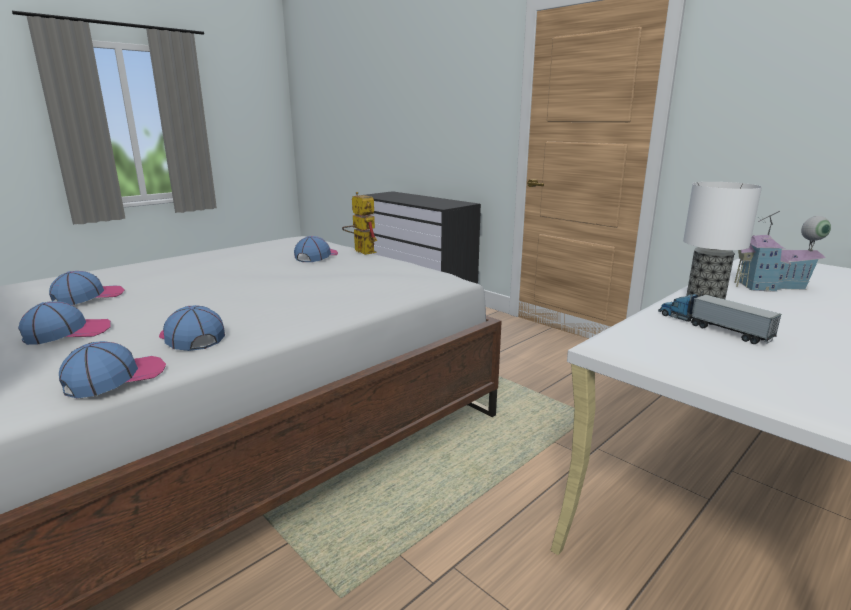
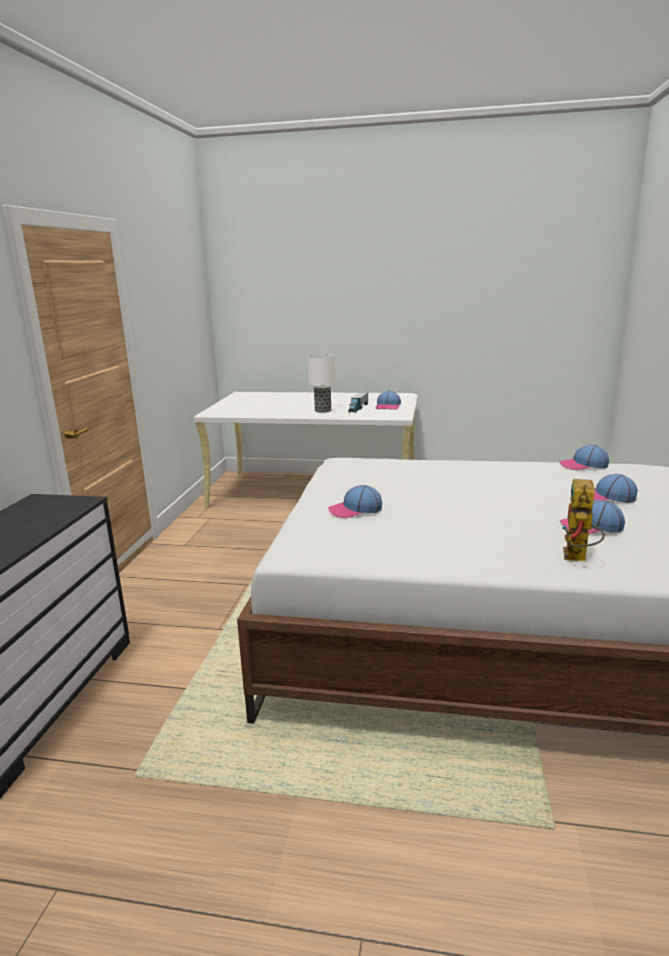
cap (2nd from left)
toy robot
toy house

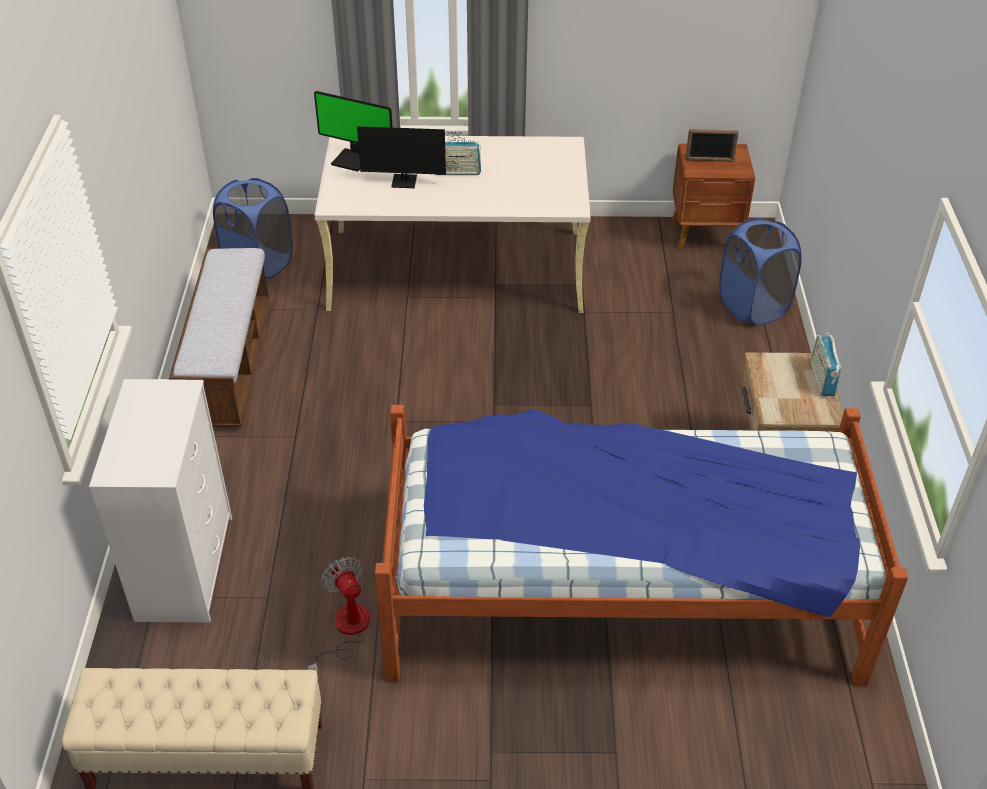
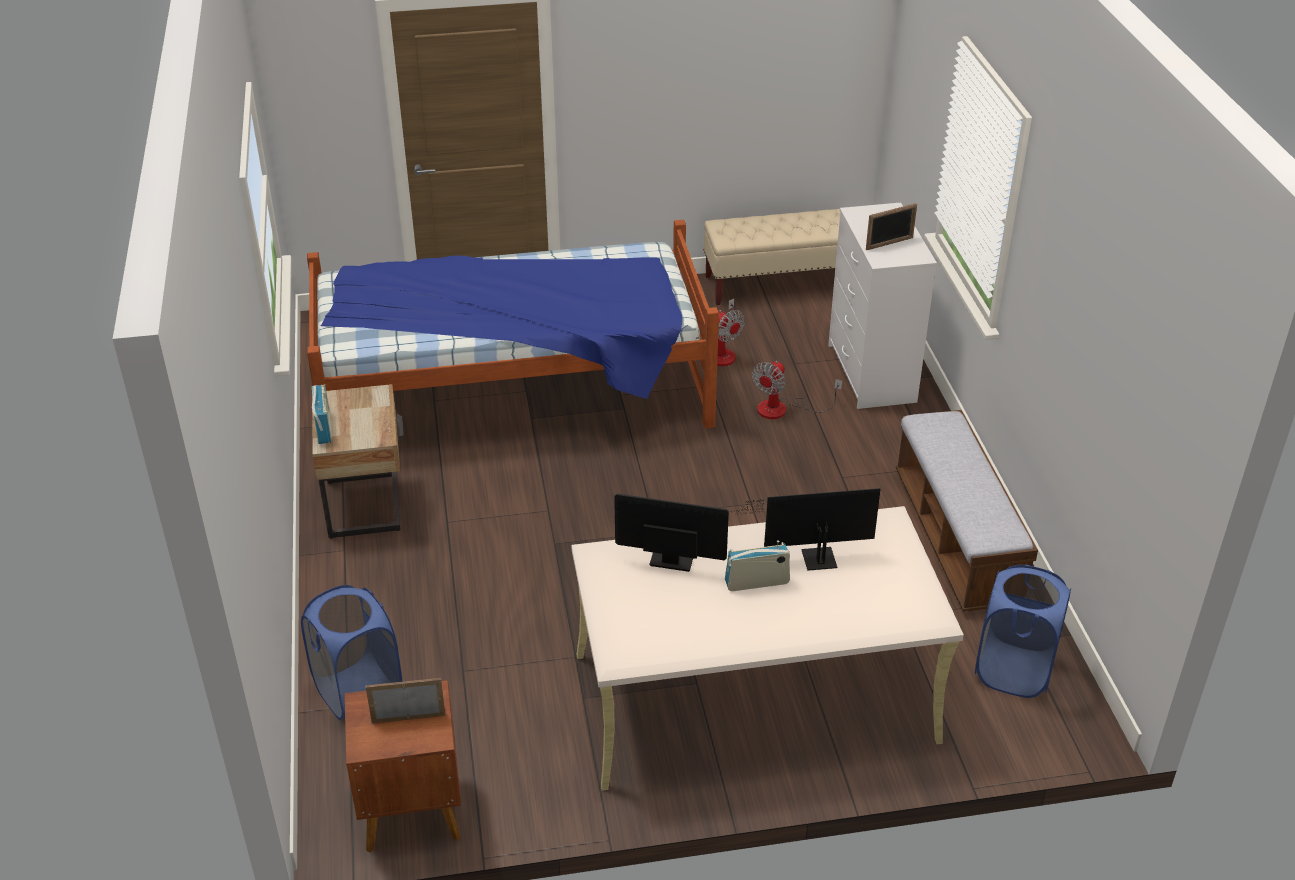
monitor (1st from left)
fan (2nd from left)
picture frame (2nd from left)

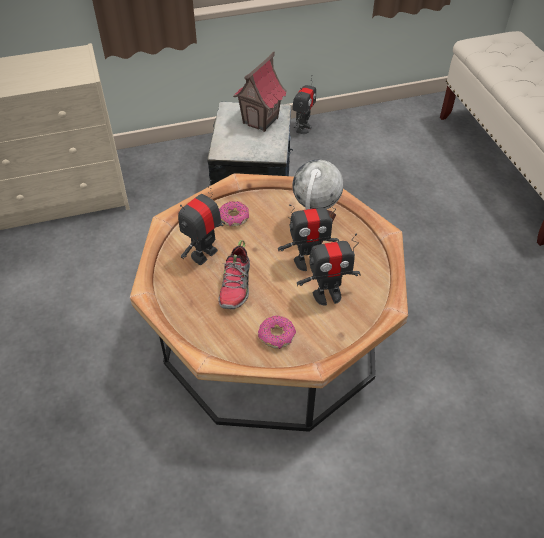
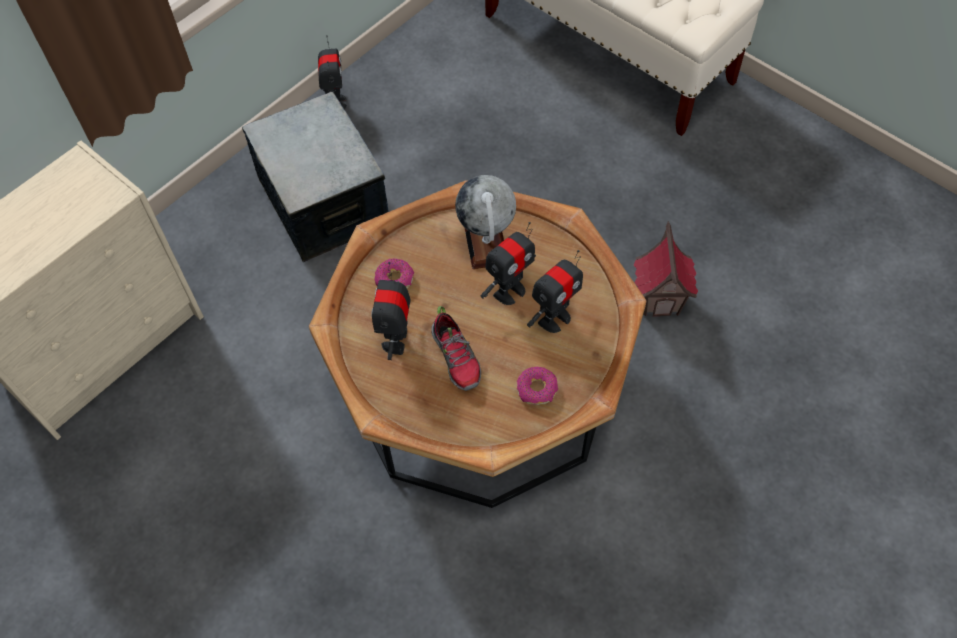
toy house

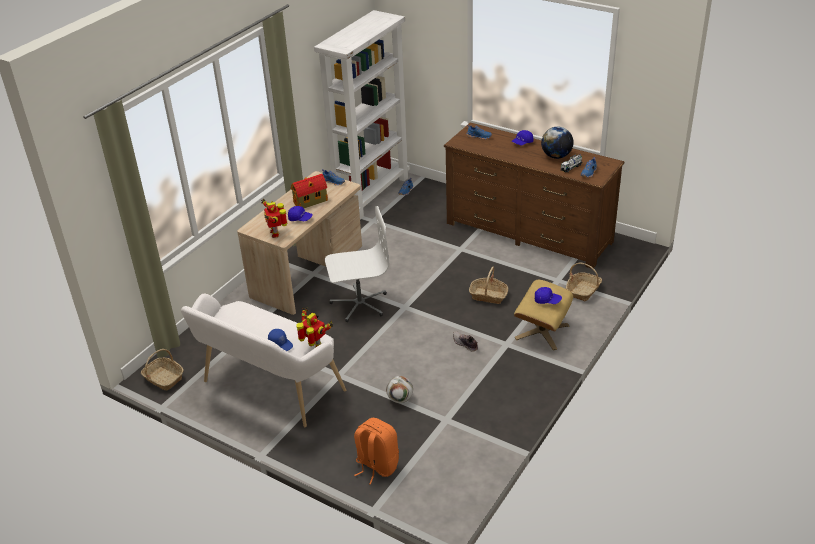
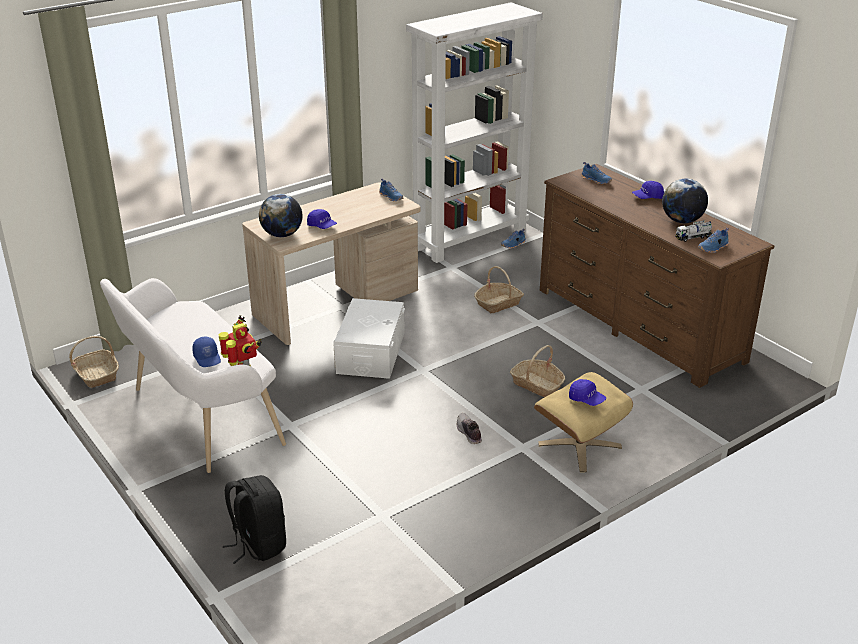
globe (1st from left)
toy house
white storage box
black backpack
football
basket (2nd from left)

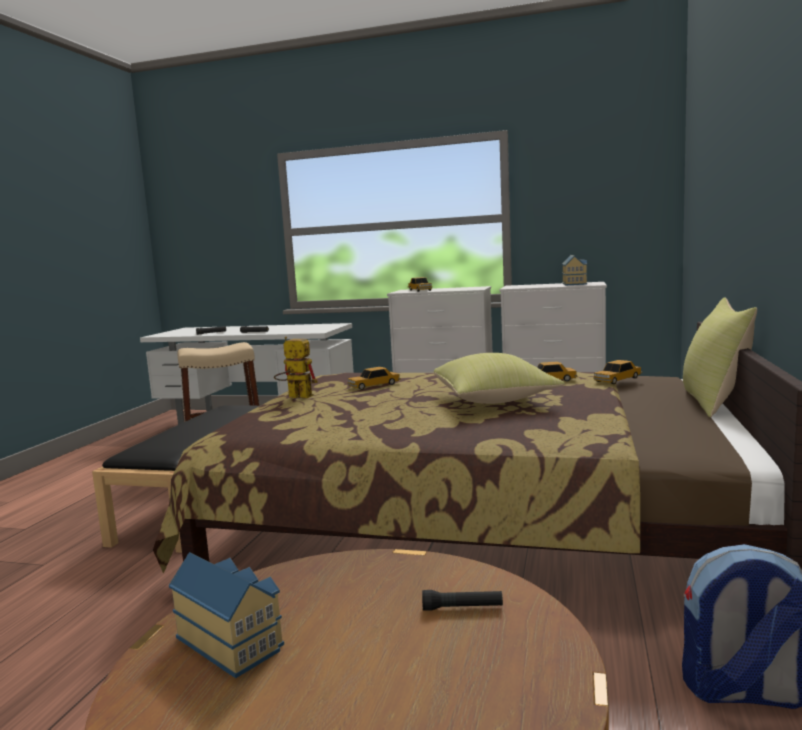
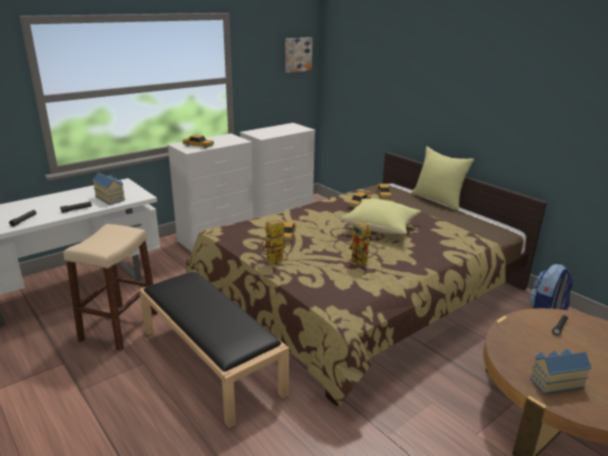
toy house (1st from left)
picture
toy robot (2nd from left)

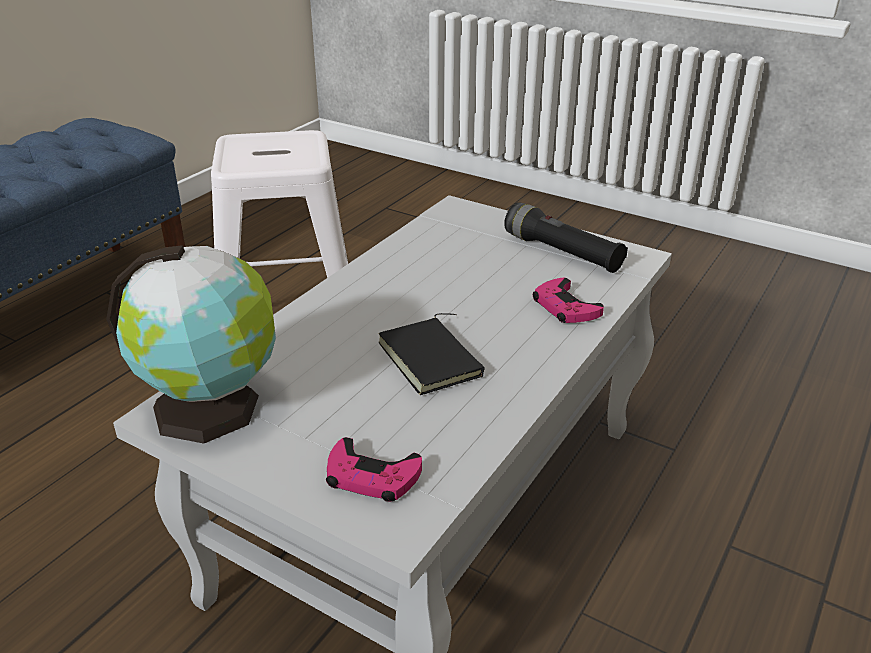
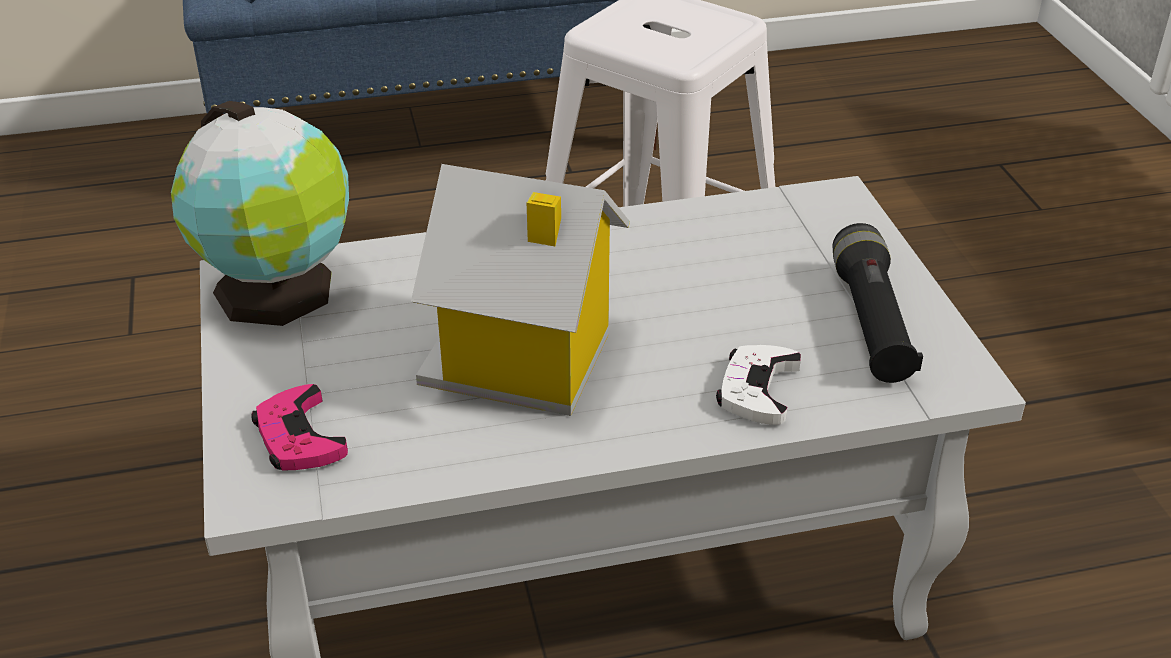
toy house
white game controller

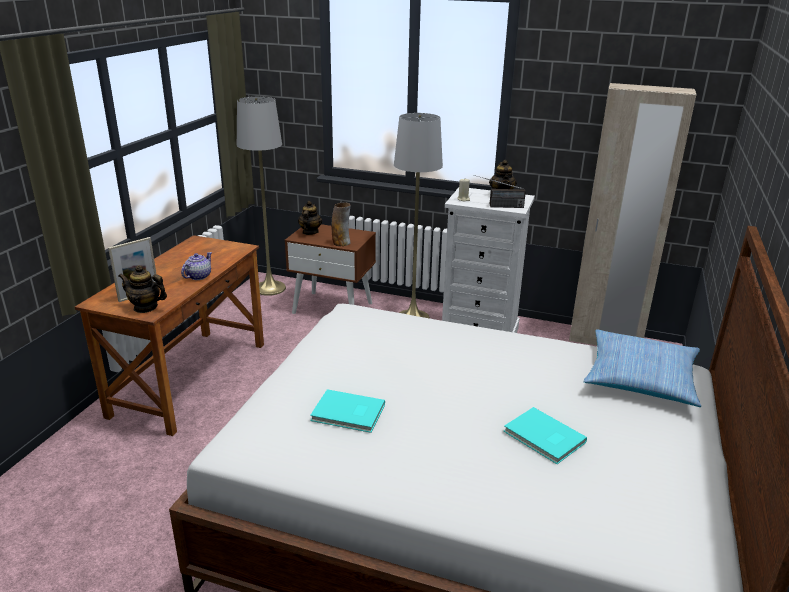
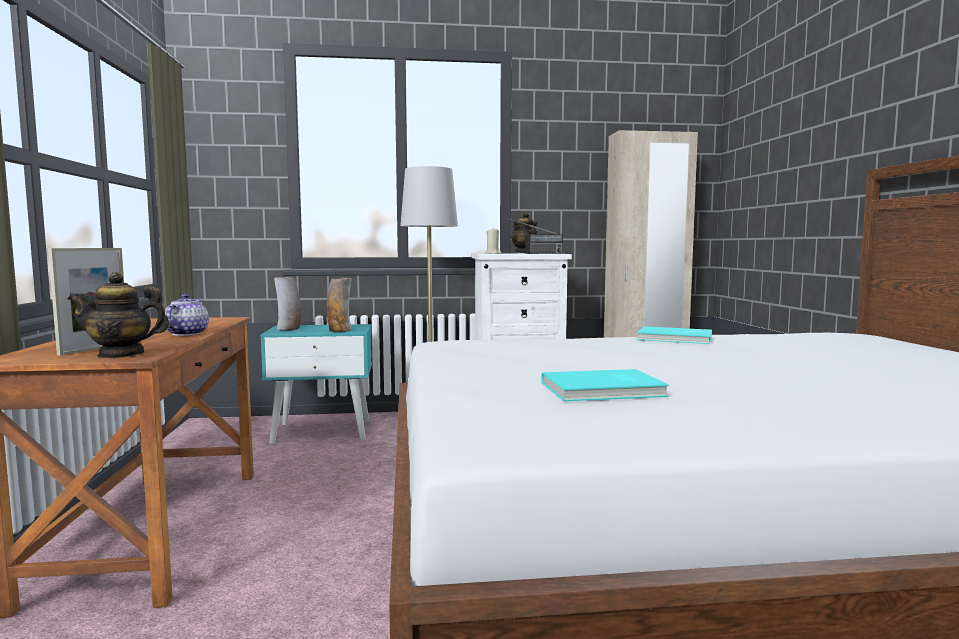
grey floor lamp (1st from left in the first image)
turquoise nightstand
vase (1st from left)
turquoise book (2nd from left)
pillow

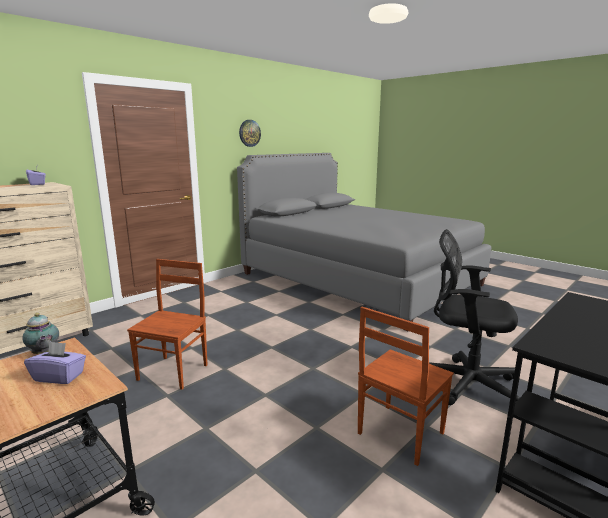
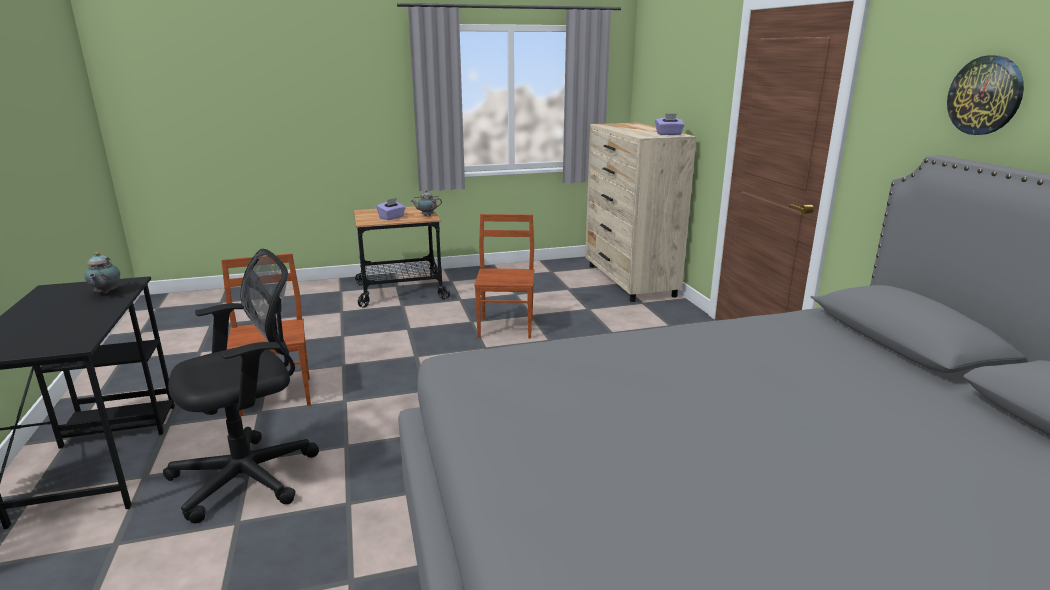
brown chair (2nd from left)
teapot (1st from left)

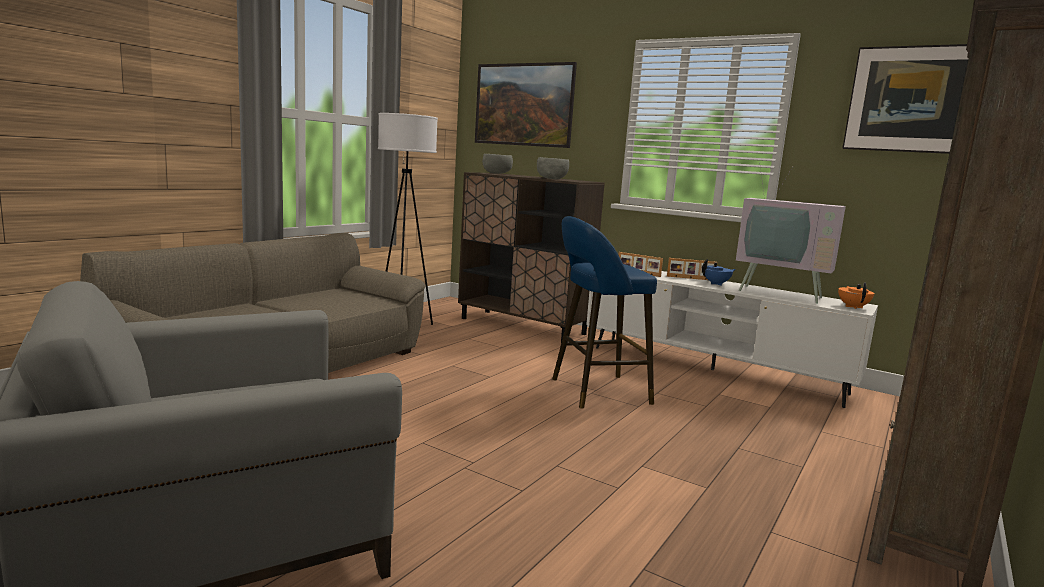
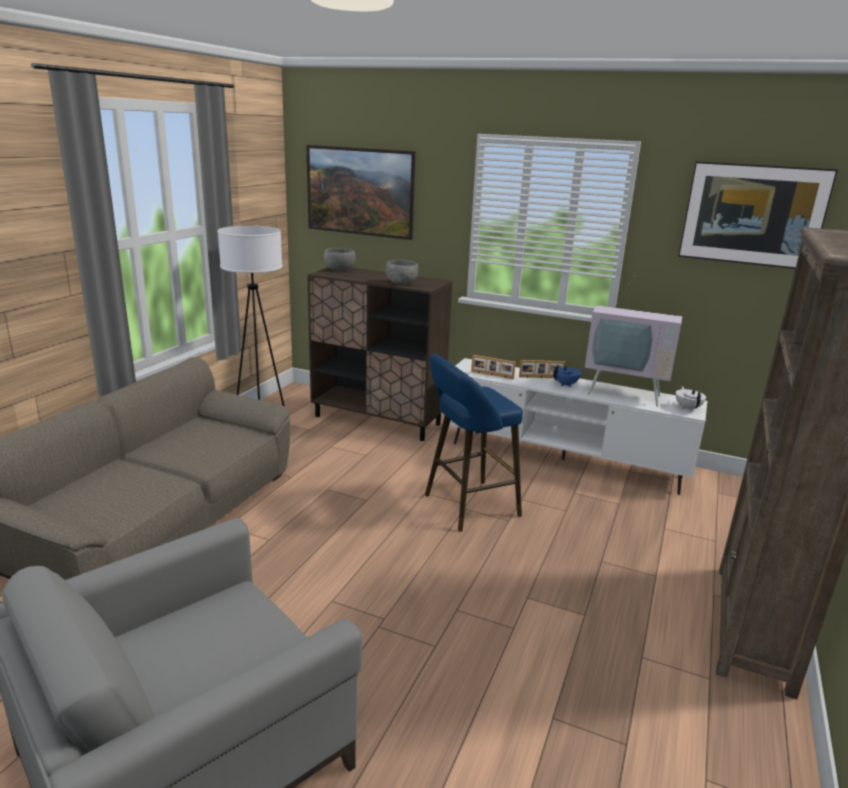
white teapot

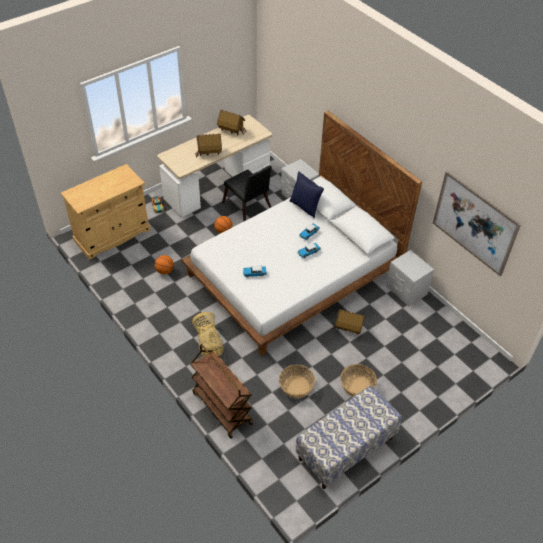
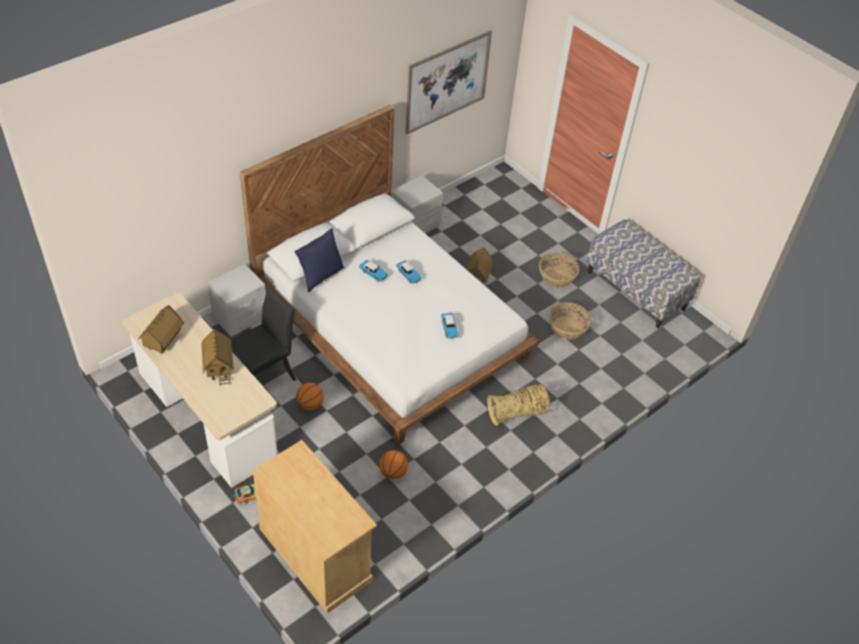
brown cart

